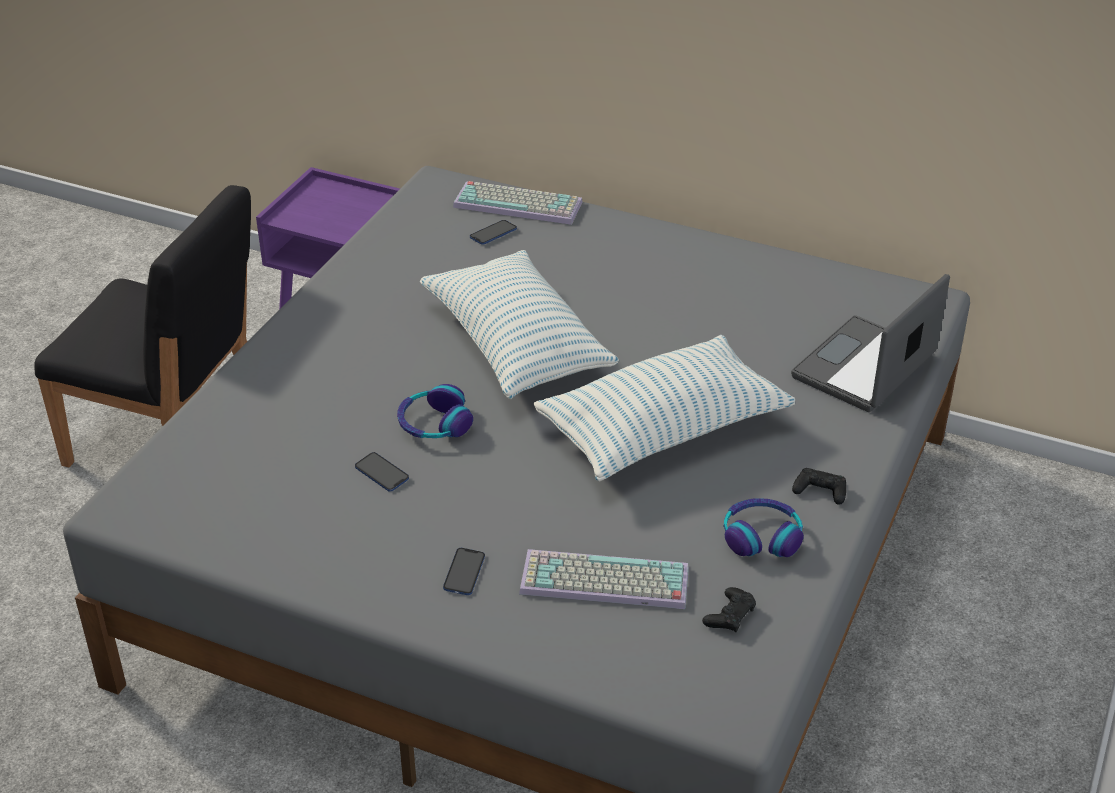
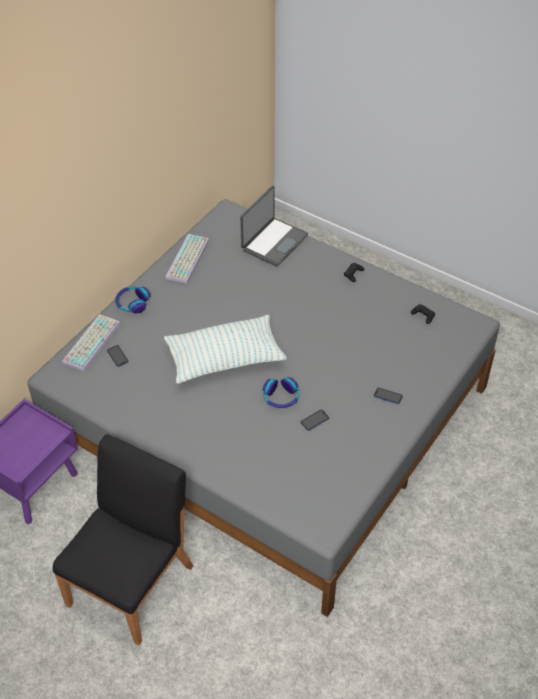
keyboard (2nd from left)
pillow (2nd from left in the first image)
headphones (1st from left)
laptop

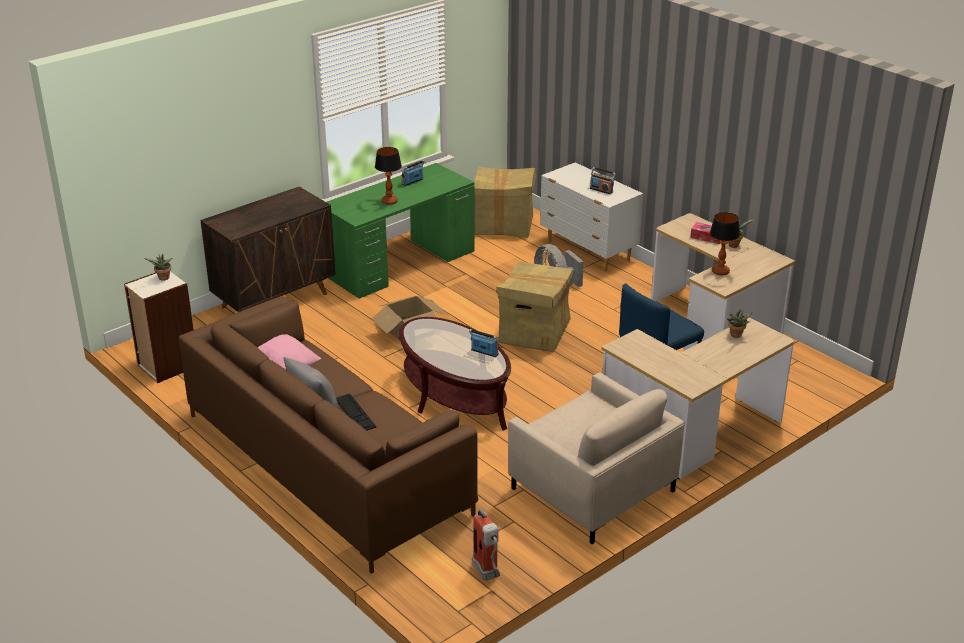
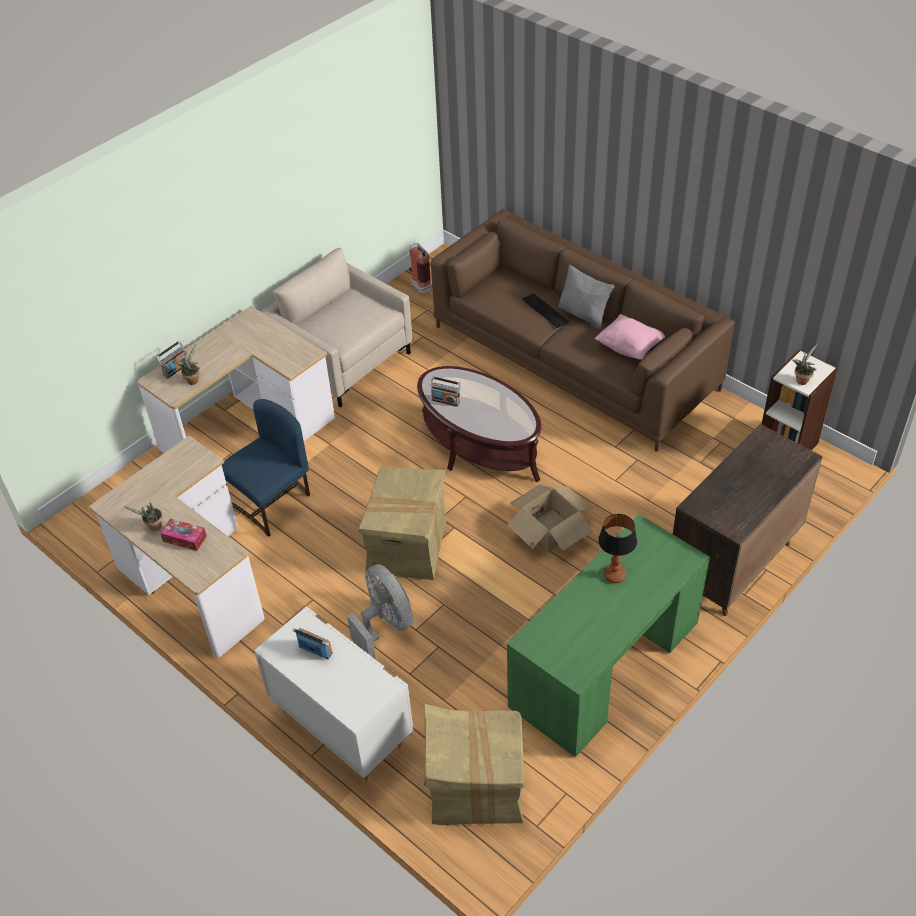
radio (1st from left)
table lamp (2nd from left in the first image)

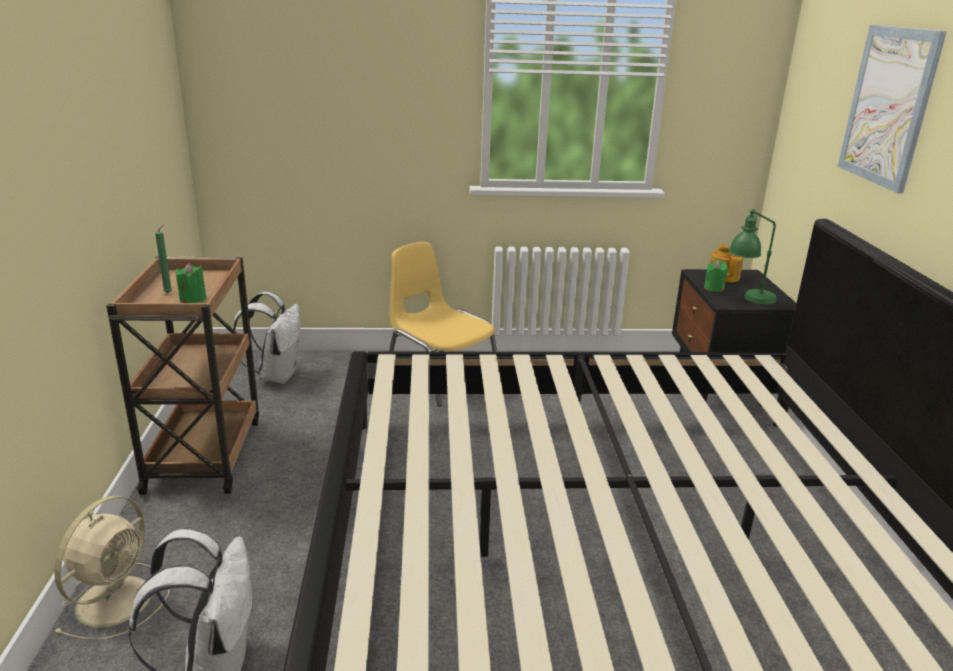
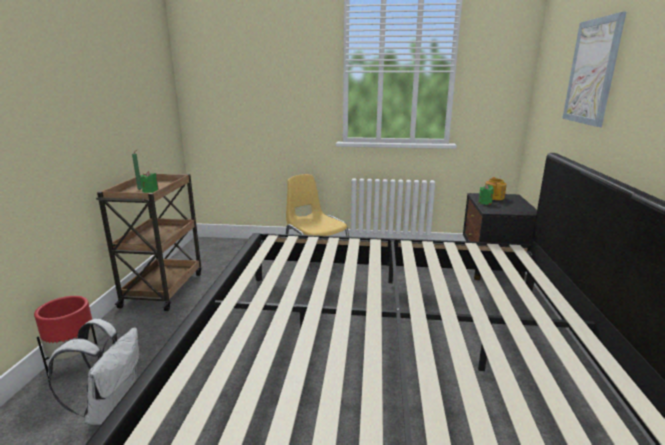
red planter
white backpack (2nd from left in the first image)
green table lamp

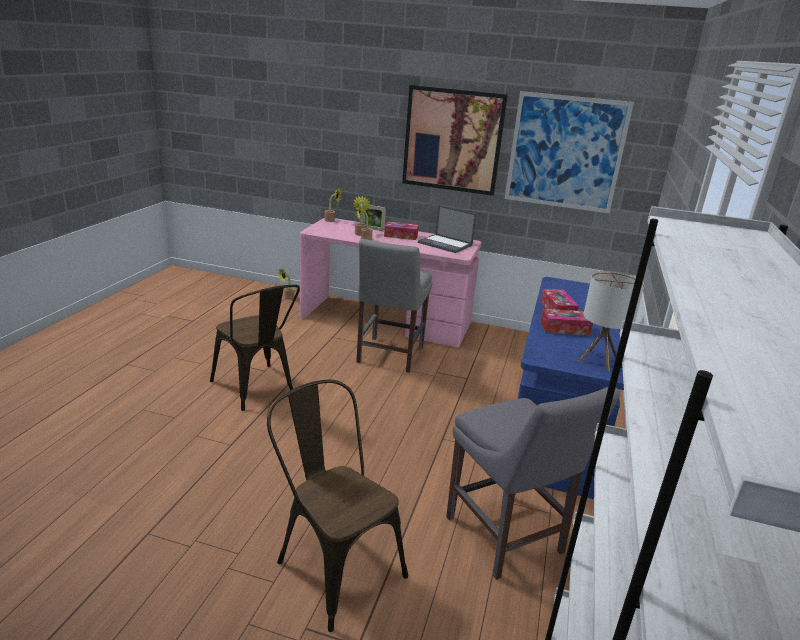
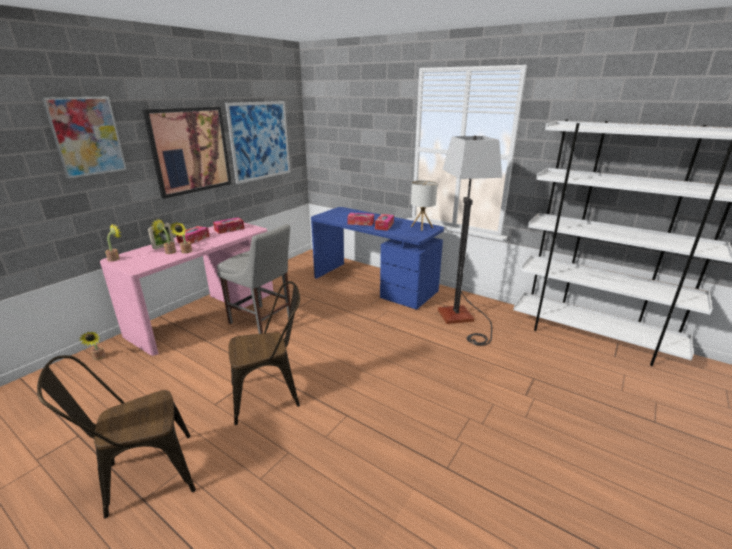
brown chair (1st from left)
tissue box (2nd from left)
floor lamp
picture (1st from left)

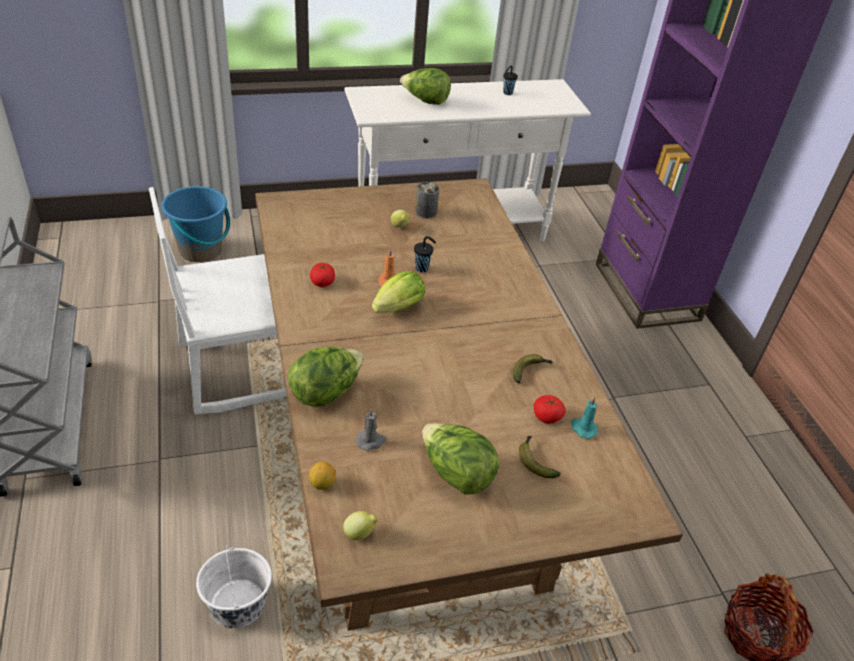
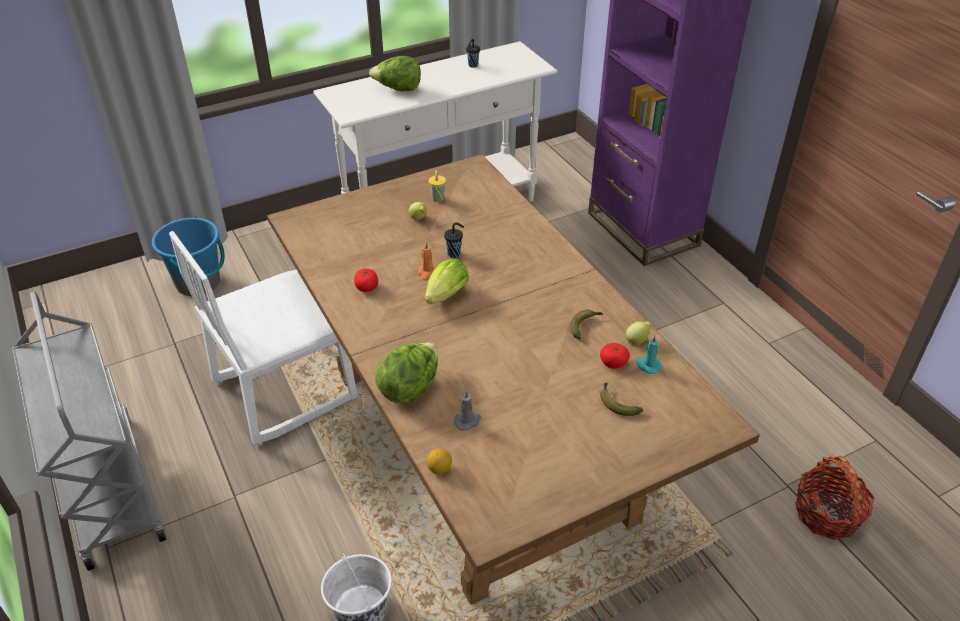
lemon (3rd from left)
yellow cup
lettuce (4th from left in the first image)

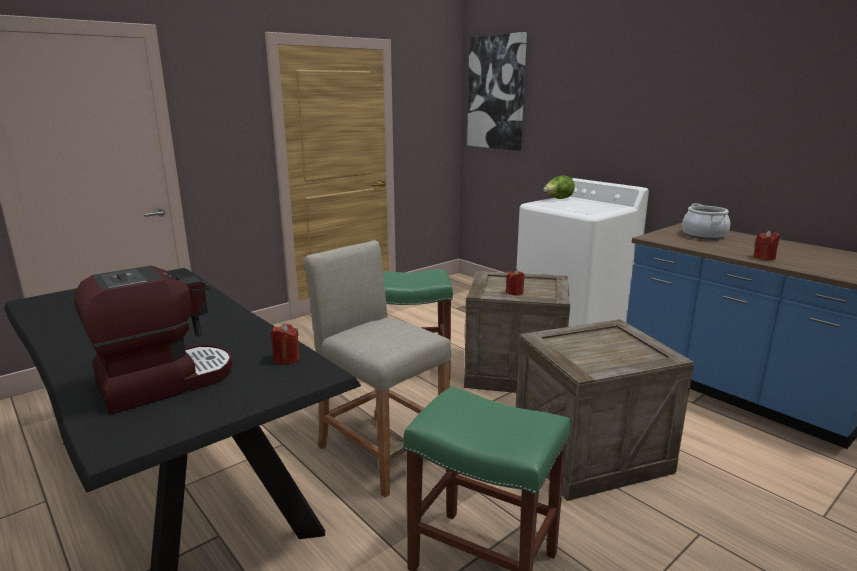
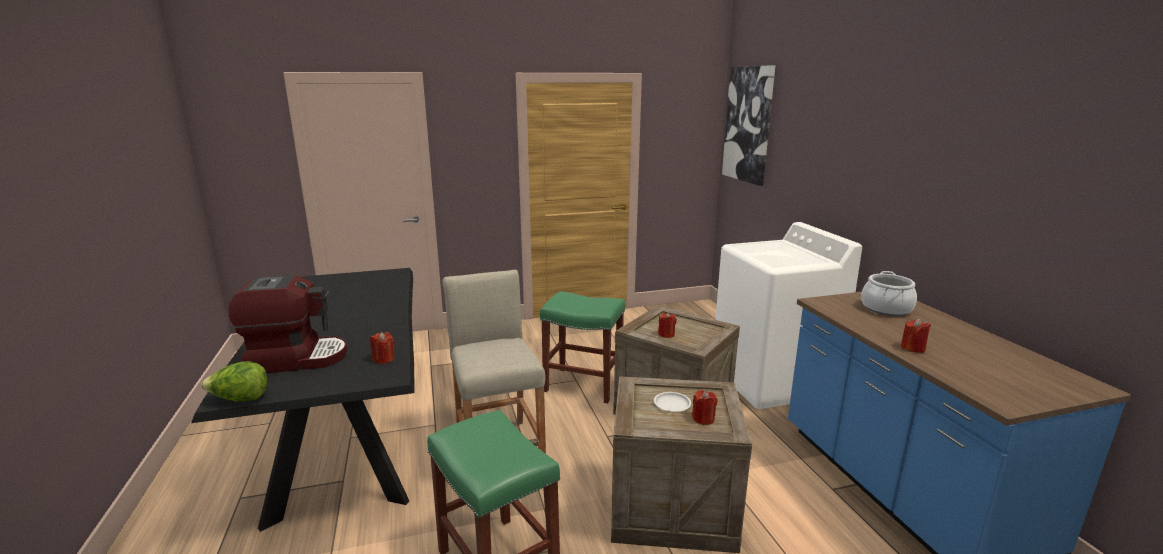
lettuce
white plate
red candle (3rd from left)

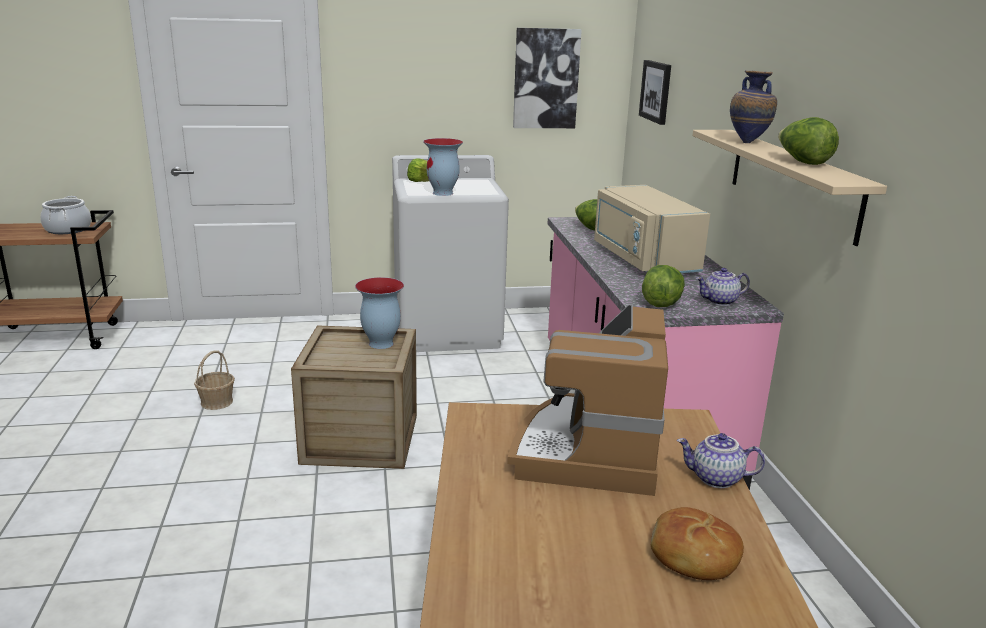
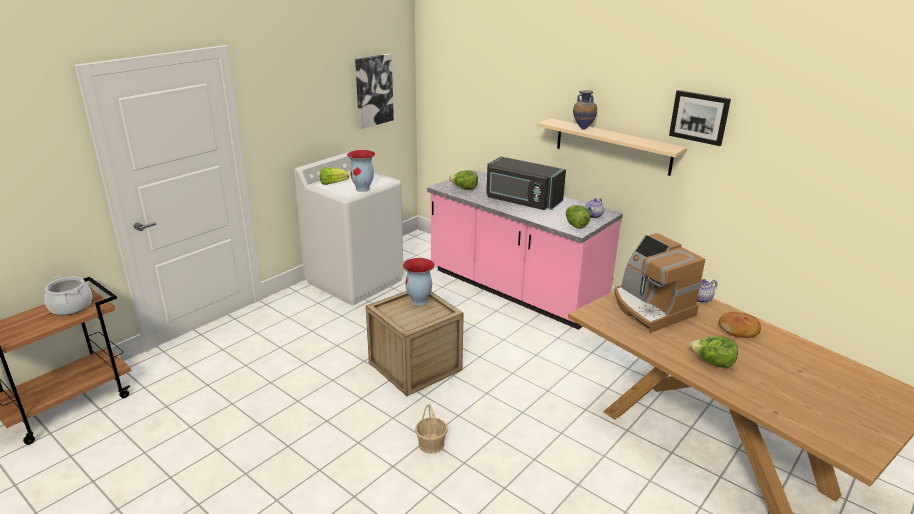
basket
black microwave
picture (2nd from left)
lettuce (4th from left)

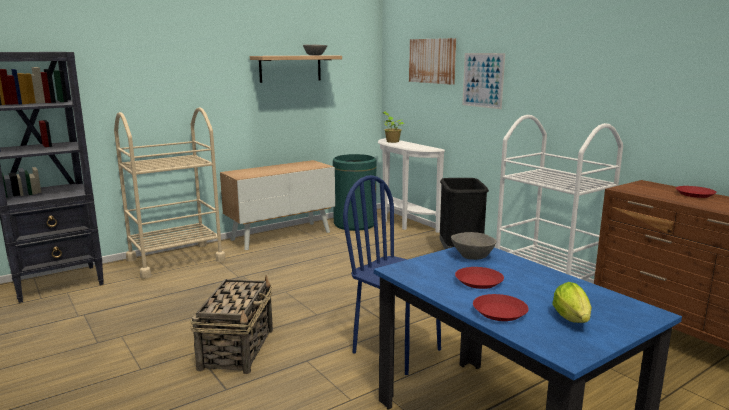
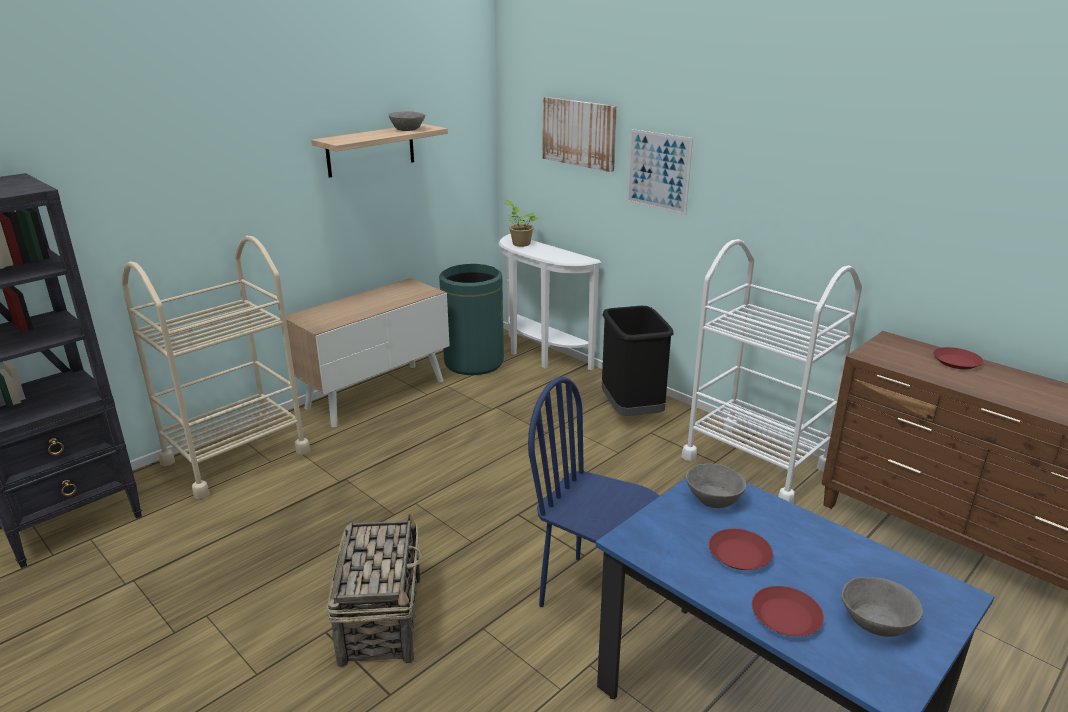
grey bowl (3rd from left)

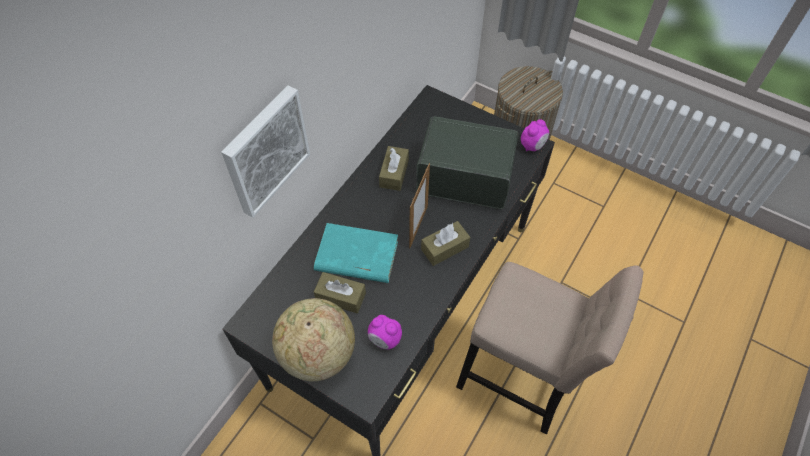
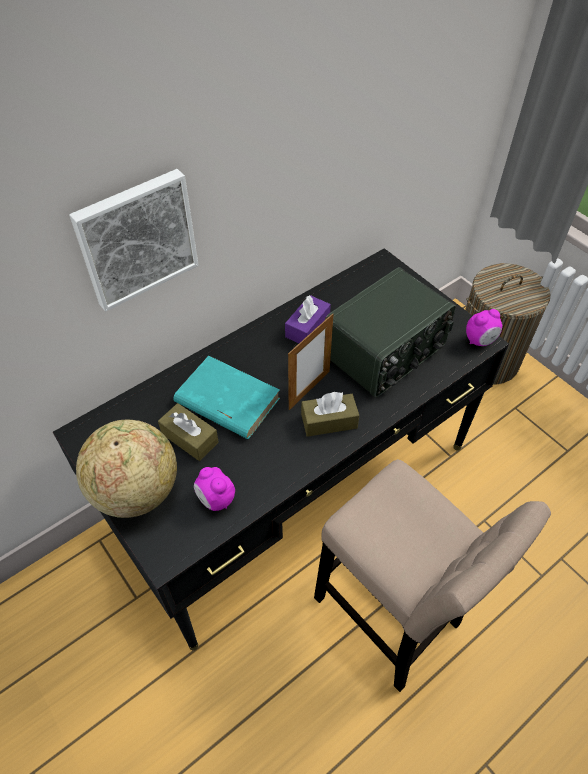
purple tissue box
radio

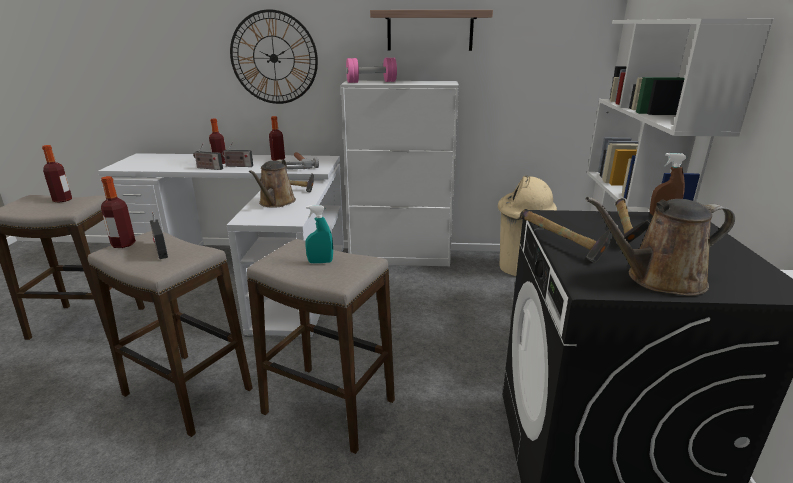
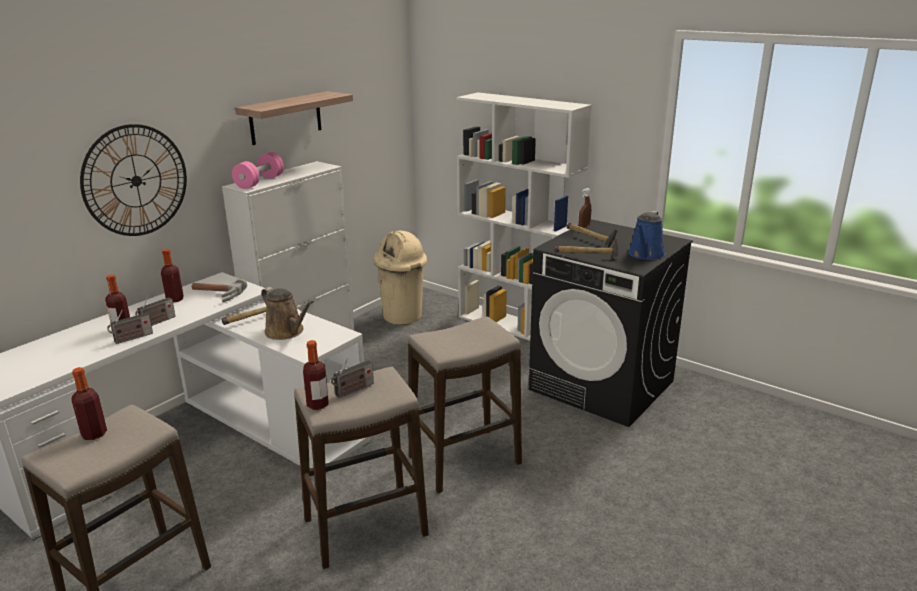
radio (3rd from left)
turquoise spray bottle
blue watering can

